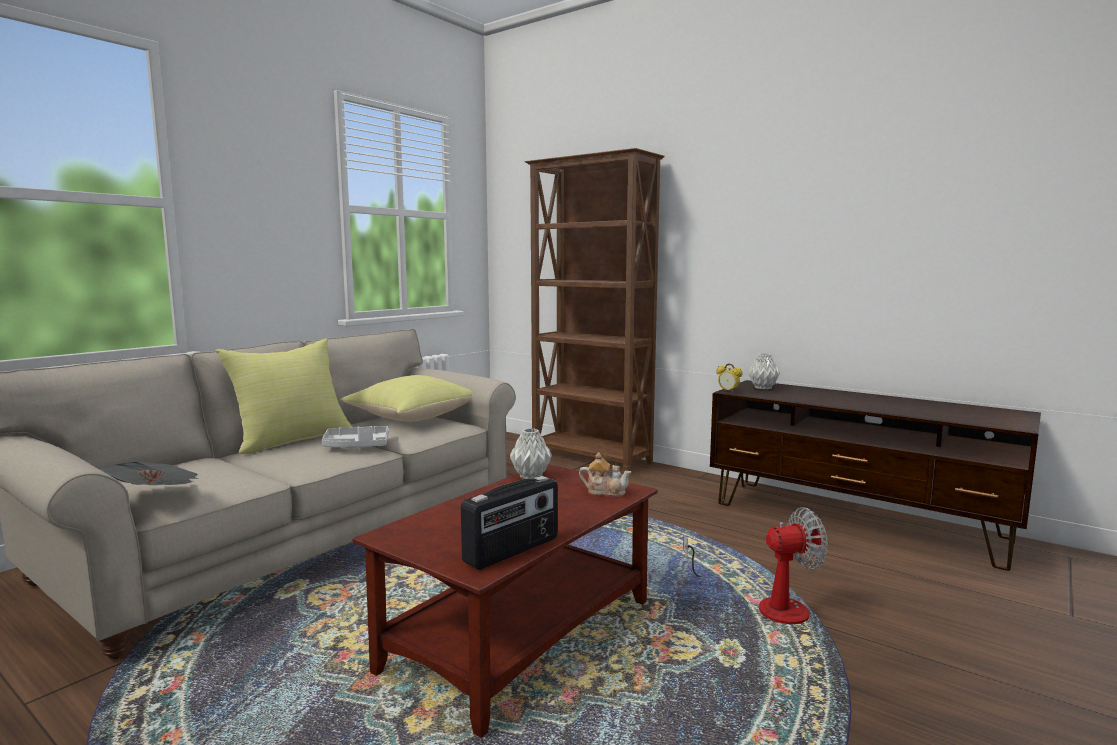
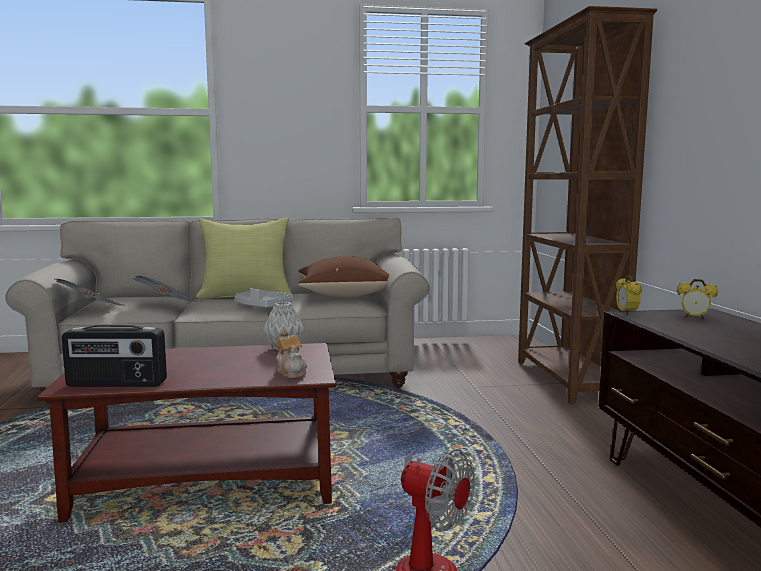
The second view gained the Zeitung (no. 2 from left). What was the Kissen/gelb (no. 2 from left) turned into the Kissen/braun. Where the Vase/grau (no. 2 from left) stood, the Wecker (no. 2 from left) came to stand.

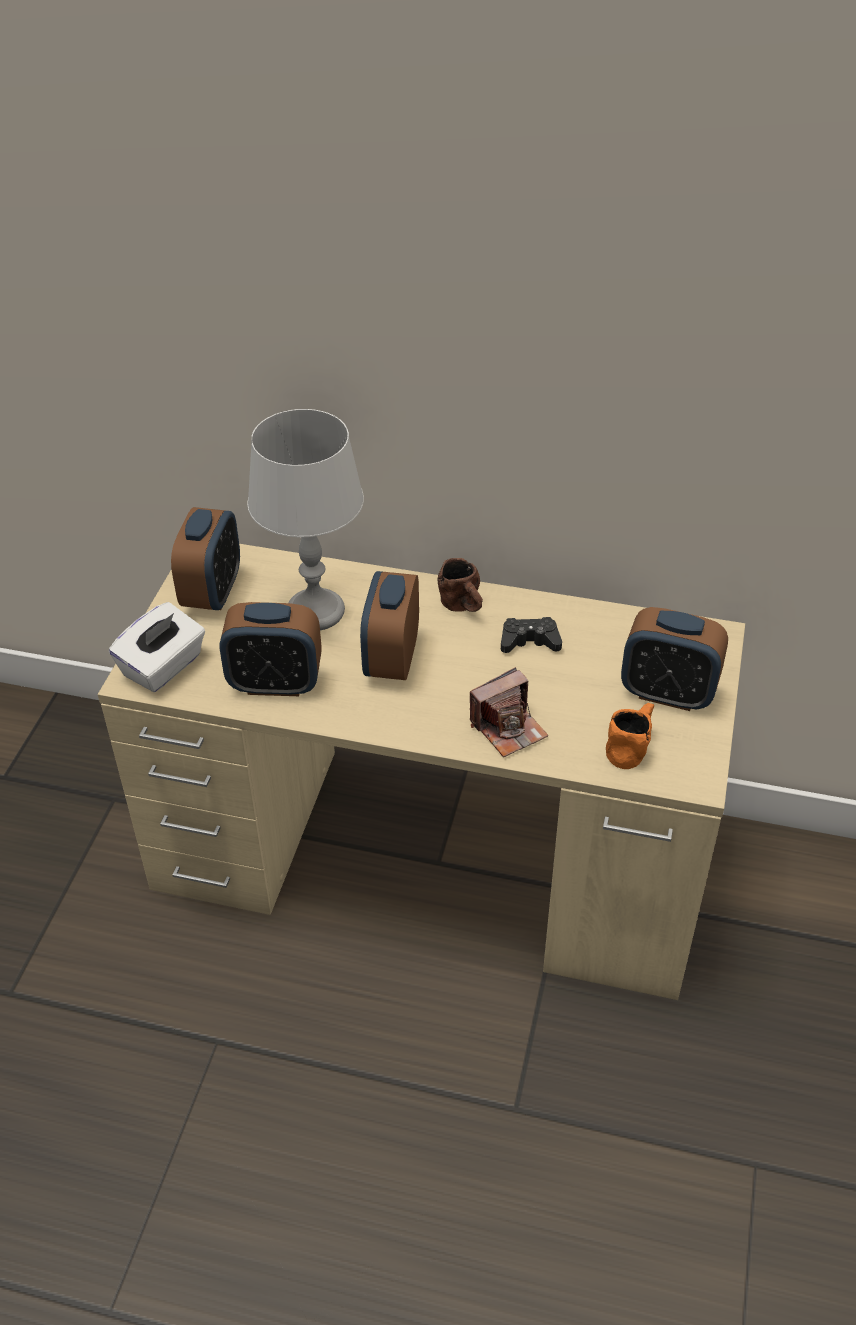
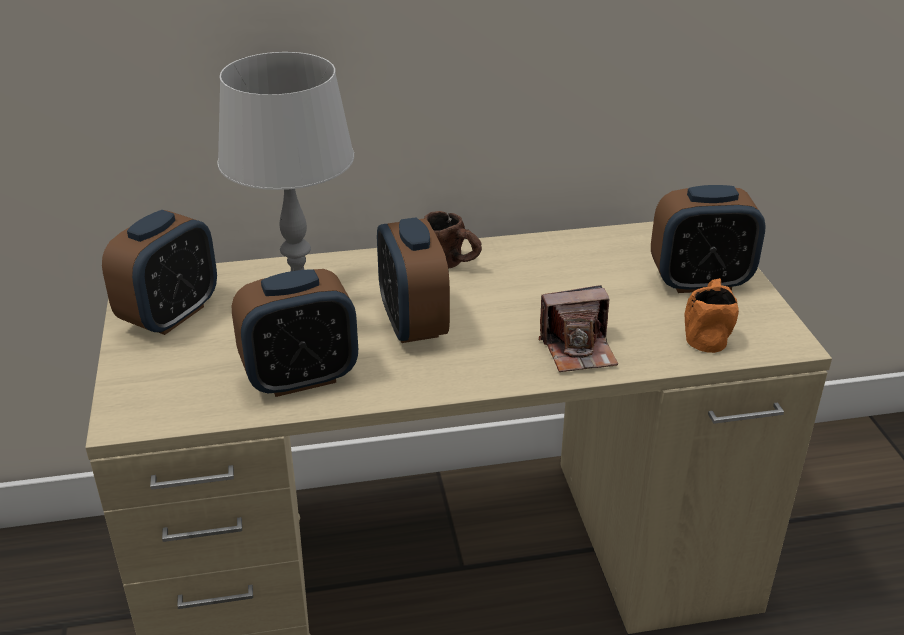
The Wecker (no. 1 from left) ended up facing another way, 45 degrees clockwise from before. The Kamera ended up facing another way, 45 degrees clockwise from before. The second view lost the Taschentuchbox/weiß. The second view lost the Gamepad/schwarz.

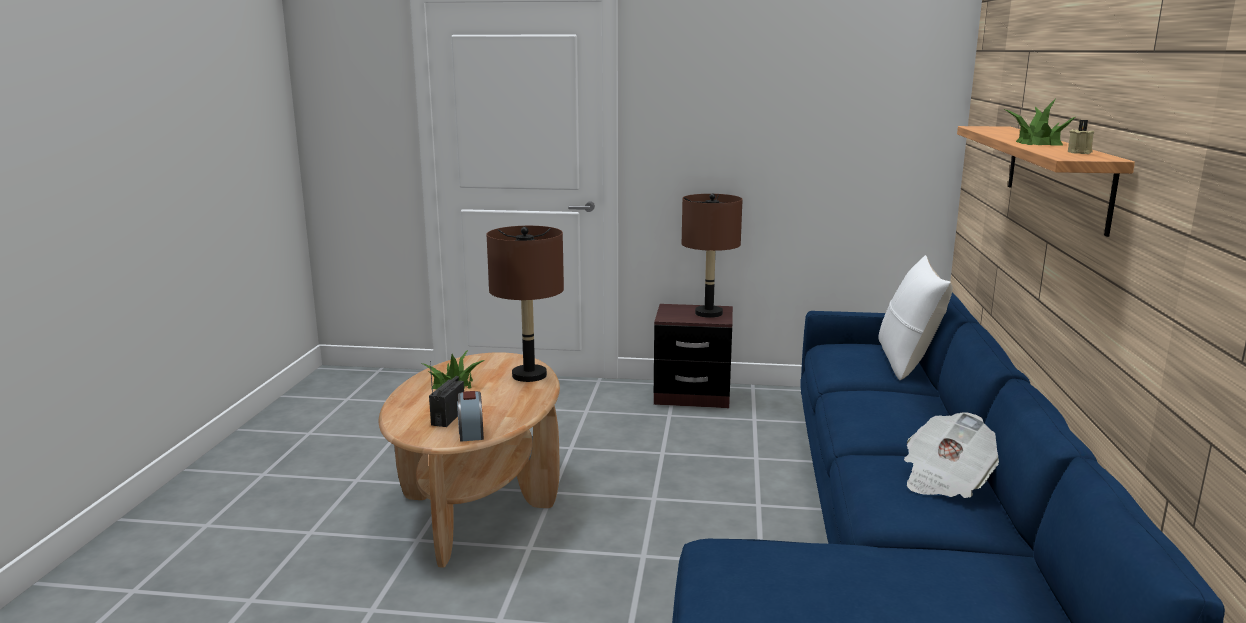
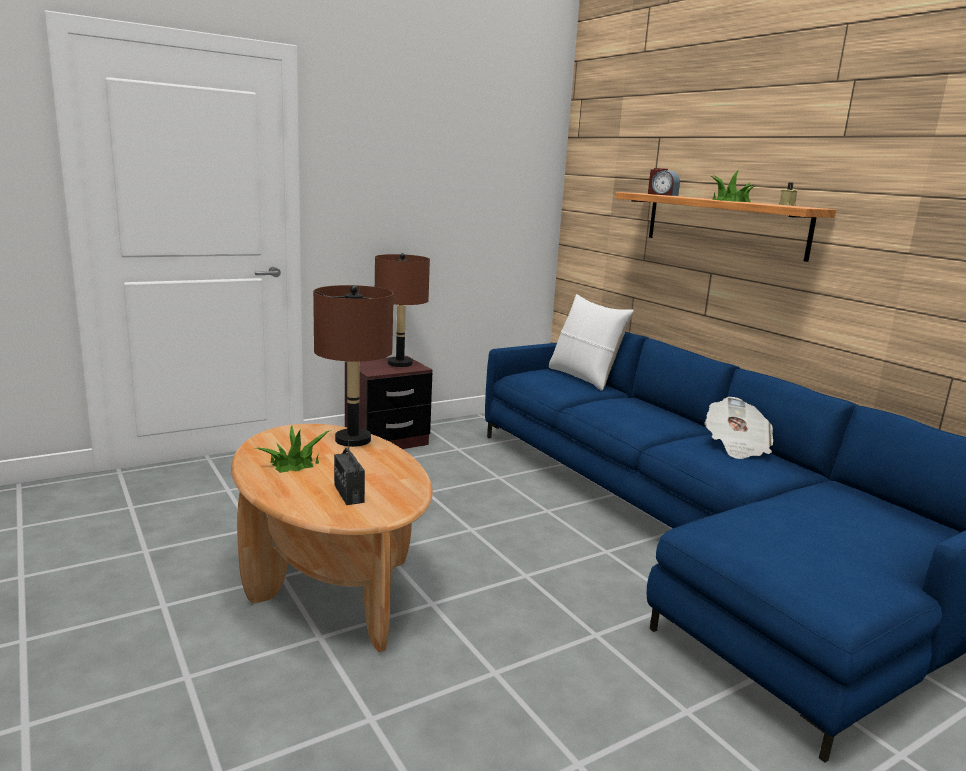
The Wecker ended up elsewhere.

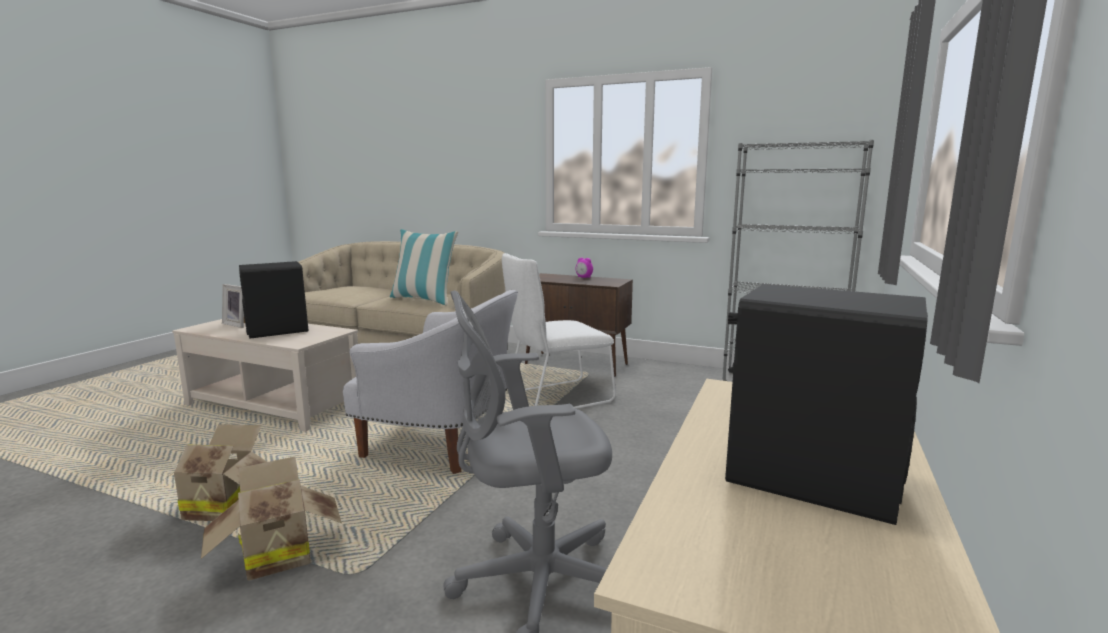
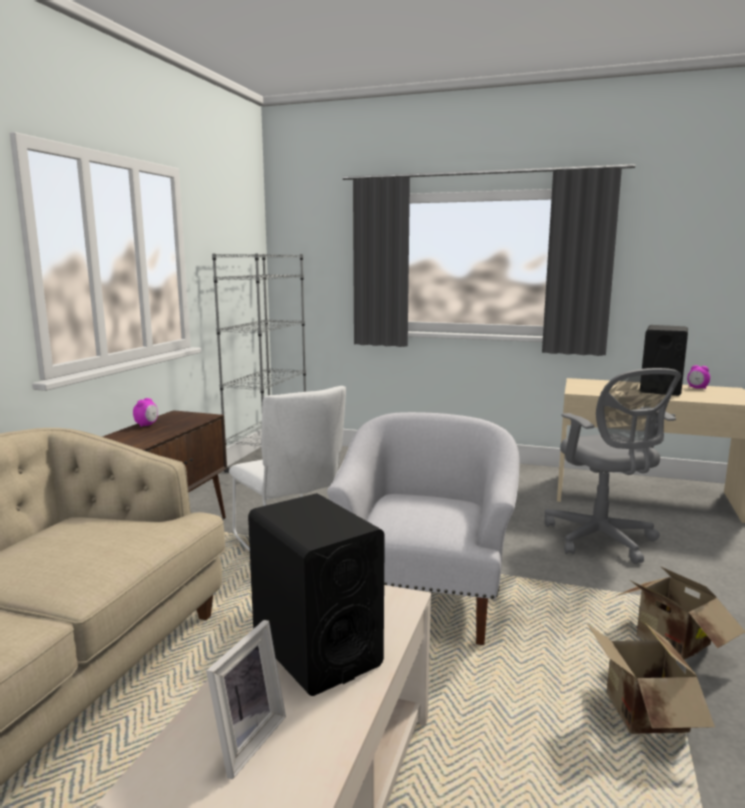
The second view gained the Wecker (no. 2 from left). The second view lost the Kissen.

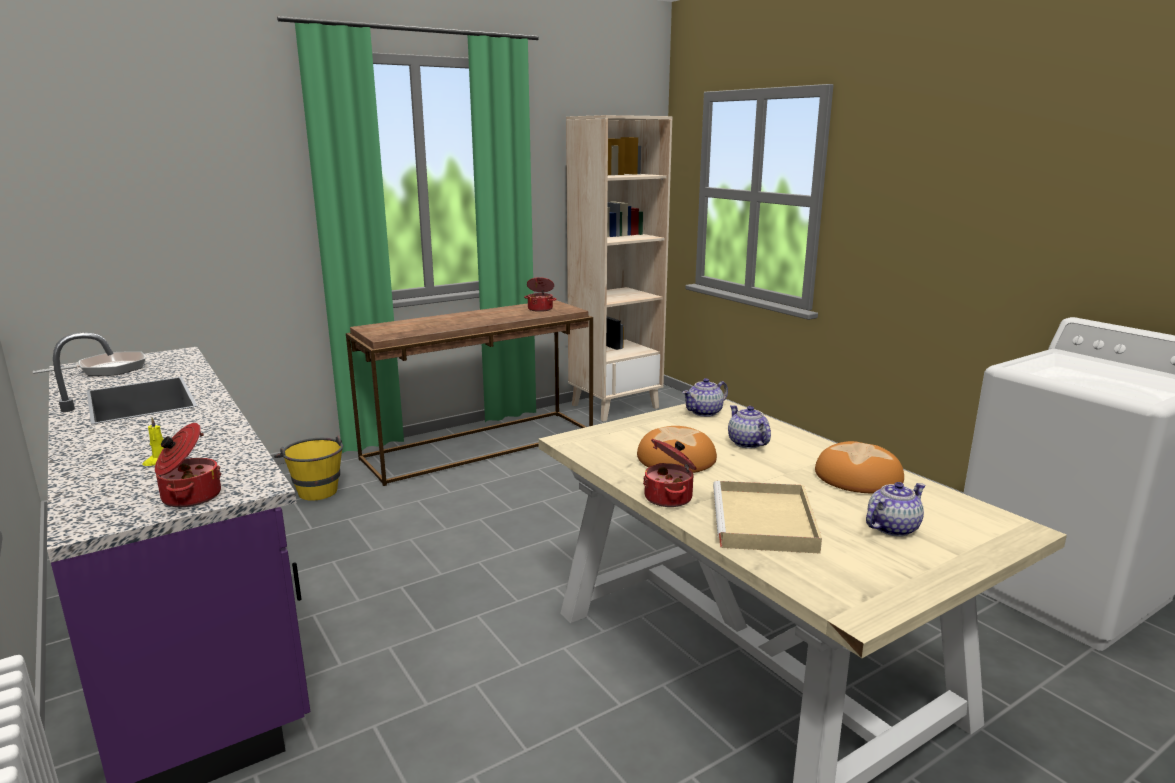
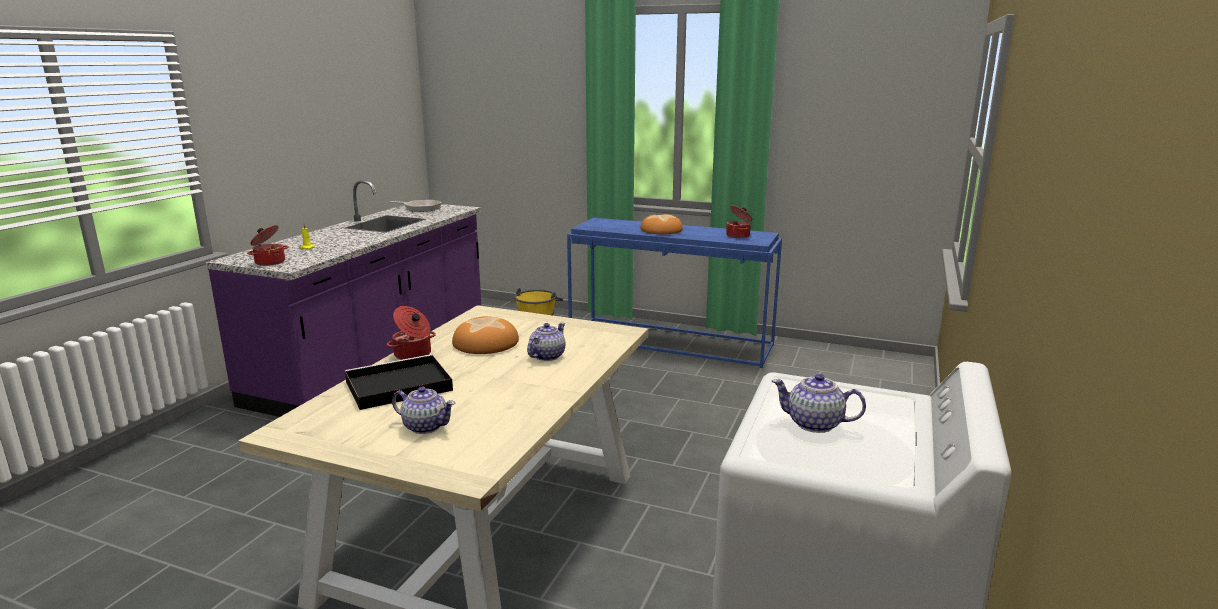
What was the Tablett/beige turned into the Tablett/schwarz. What was the Konsolentisch/braun turned into the Konsolentisch/blau. The Brot (no. 2 from left) ended up elsewhere. The Teekanne (no. 1 from left in the first image) ended up elsewhere. The second view lost the Bücherregal/beige.

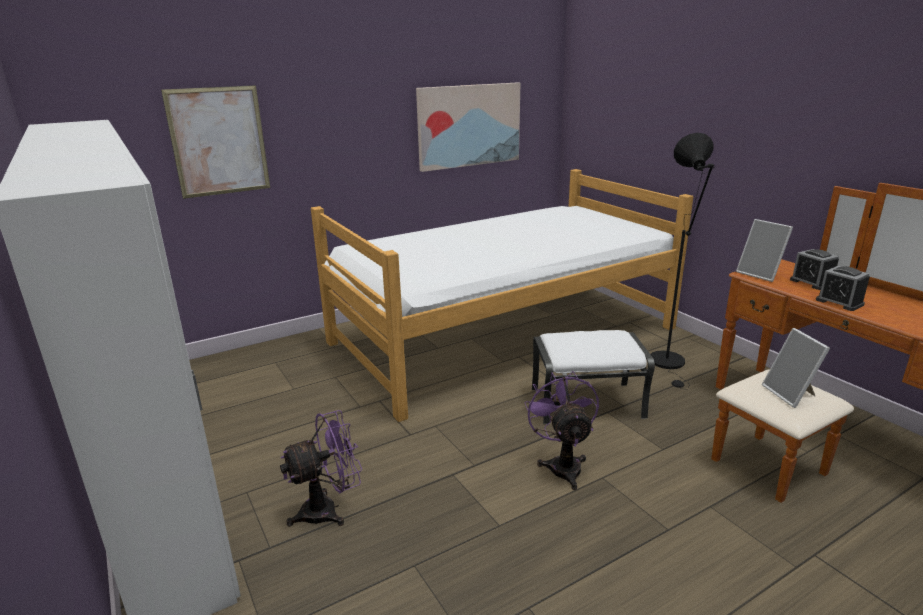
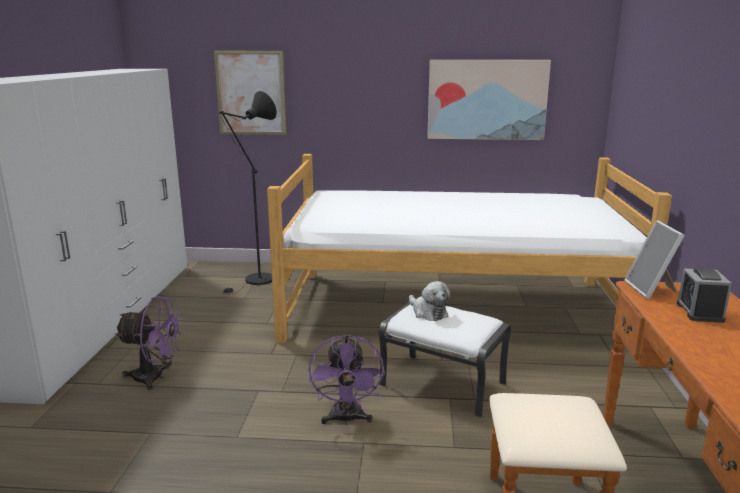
The Stehlampe/schwarz ended up elsewhere. The Ventilator/lila (no. 2 from left) ended up facing another way, 150 degrees clockwise from before. The second view gained the Plüschtier. The second view lost the Bilderrahmen (no. 2 from left). The second view lost the Wecker (no. 2 from left).

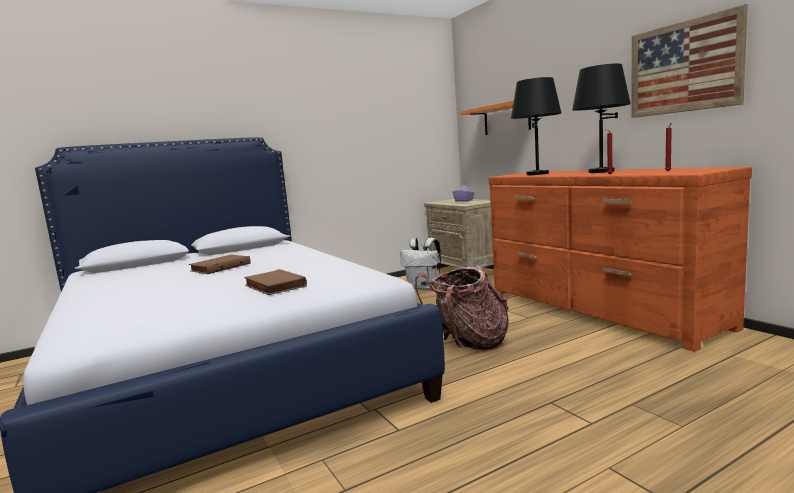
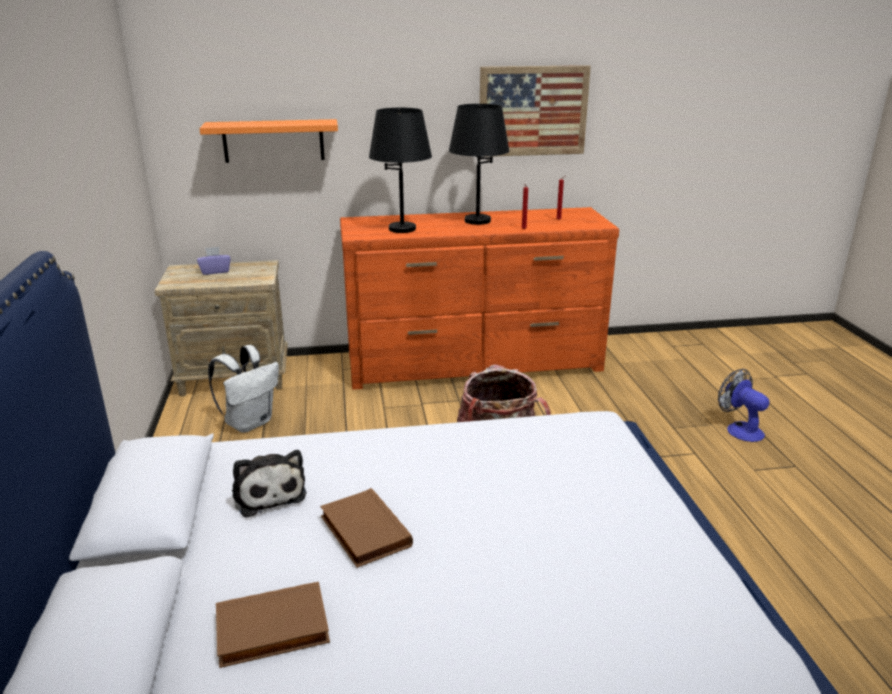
The Buch/braun (no. 2 from left in the first image) ended up elsewhere. The second view gained the Plüschtier. The second view gained the Ventilator.

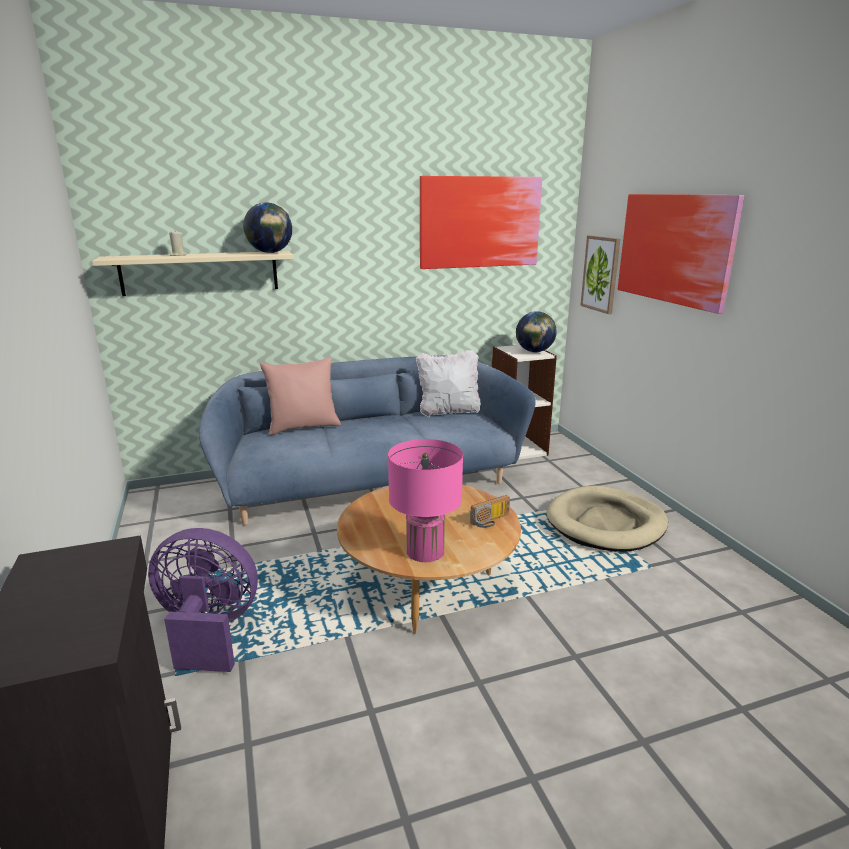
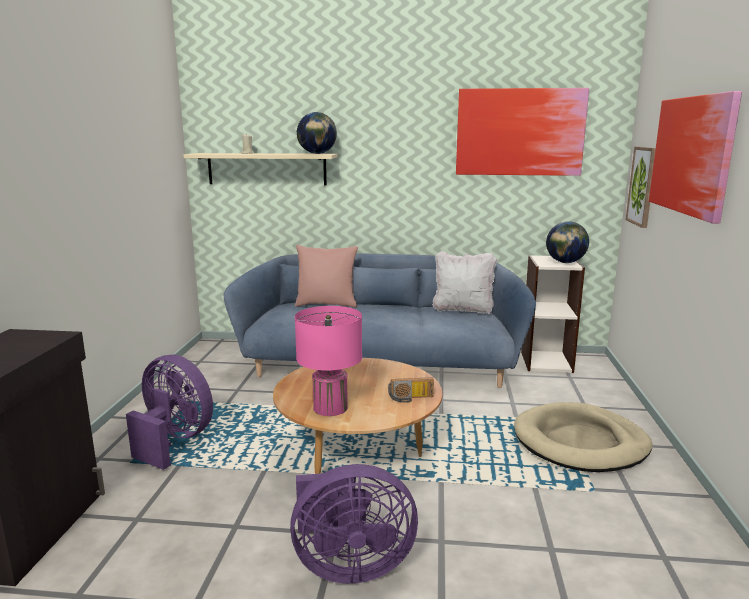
The second view gained the Ventilator/lila (no. 2 from left).

